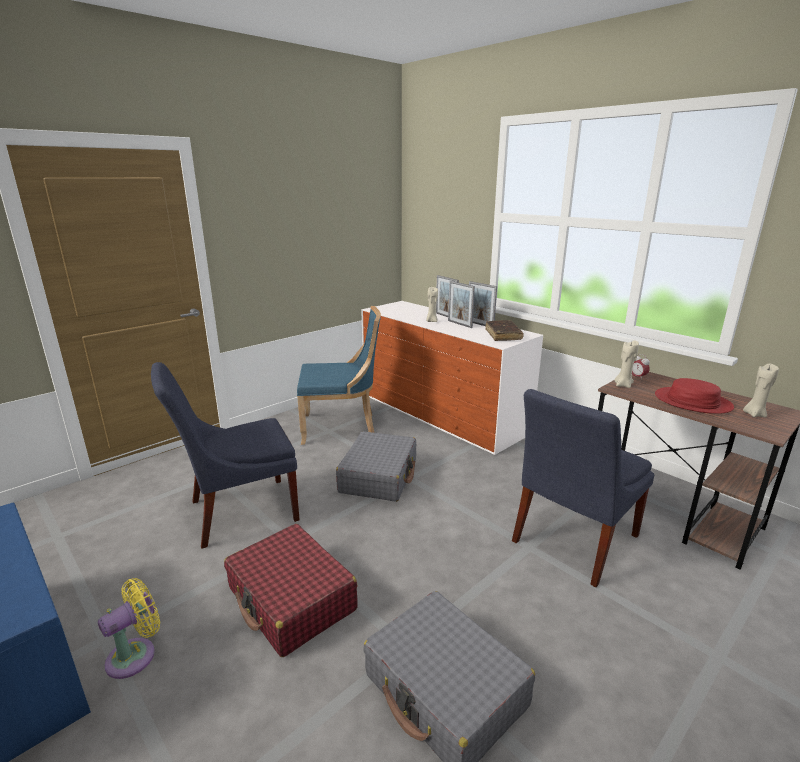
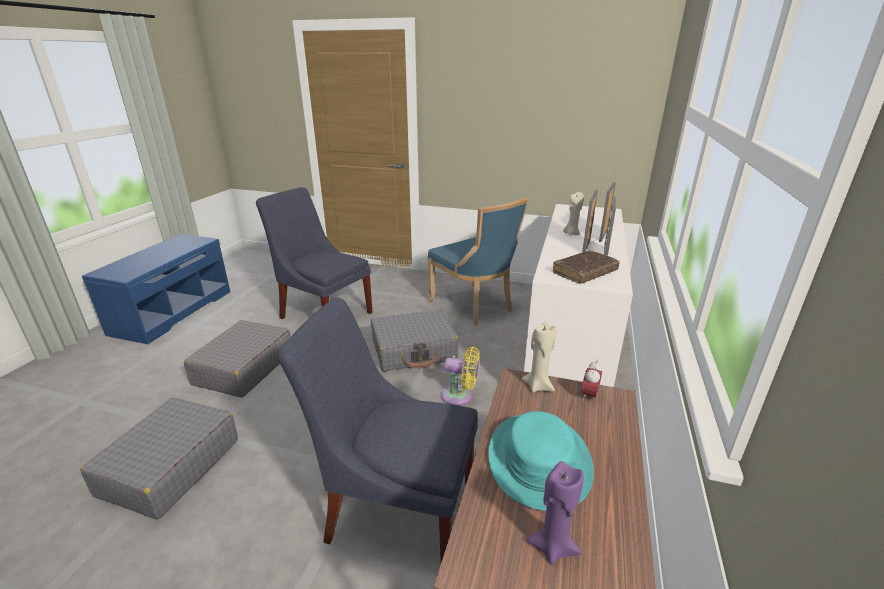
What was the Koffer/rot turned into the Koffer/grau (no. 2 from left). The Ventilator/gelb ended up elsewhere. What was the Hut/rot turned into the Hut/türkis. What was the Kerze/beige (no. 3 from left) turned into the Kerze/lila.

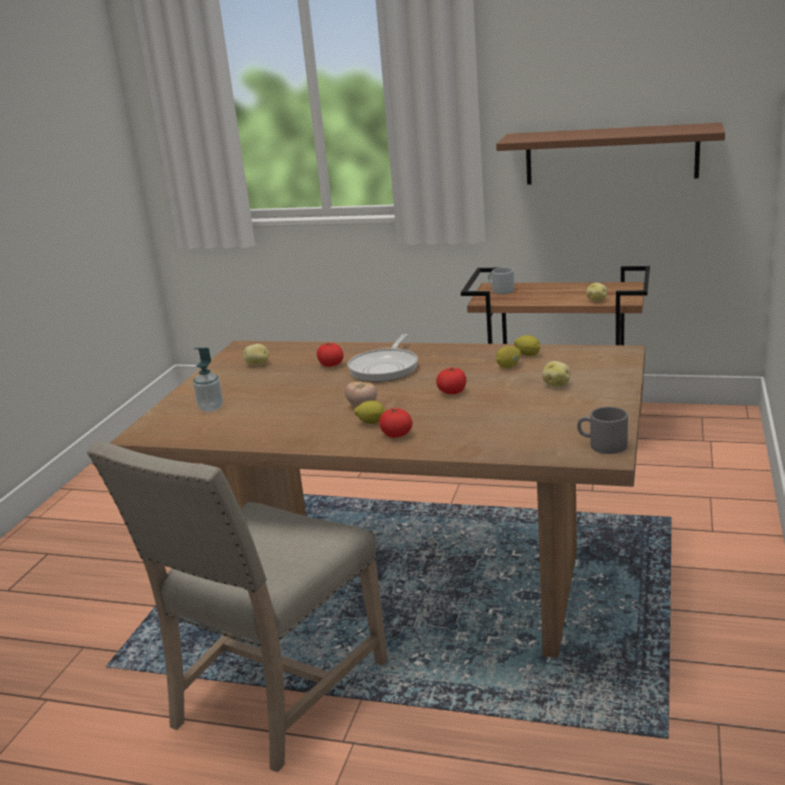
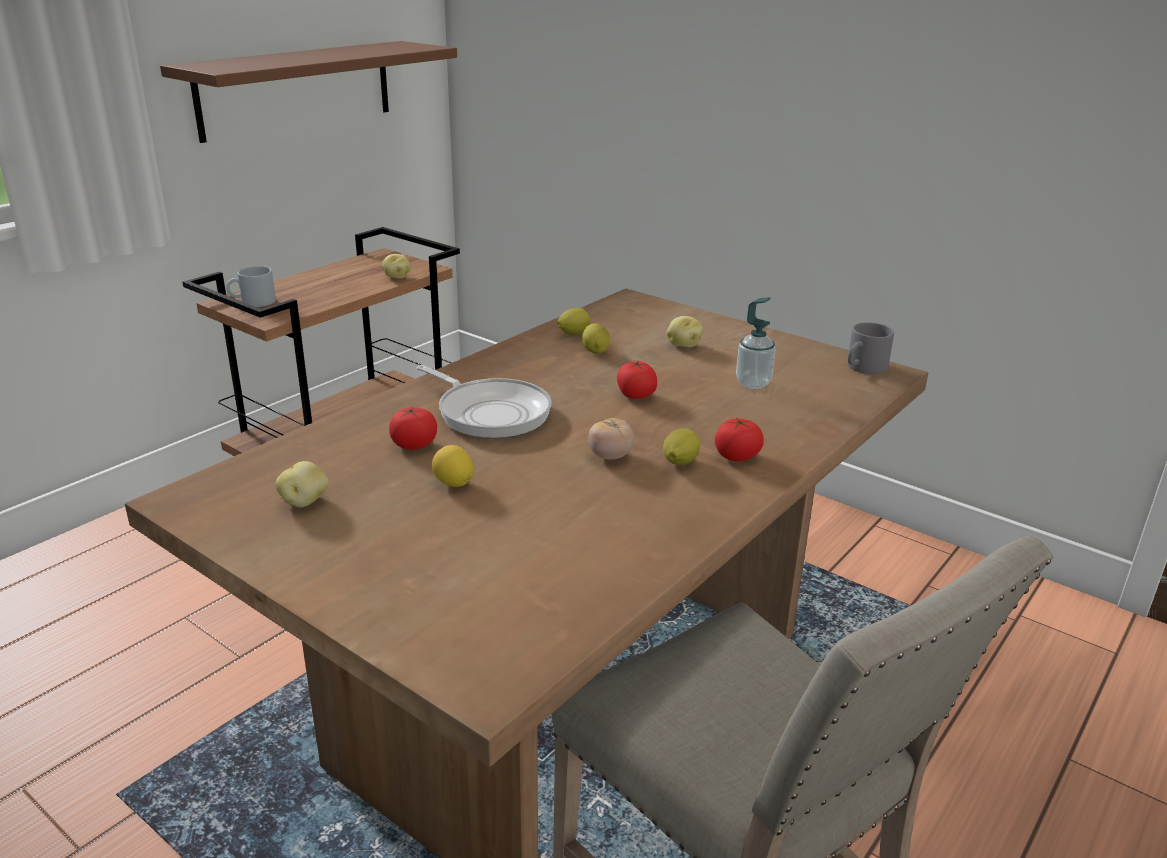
The second view gained the Zitrone (no. 1 from left). The Seifenspender ended up elsewhere.

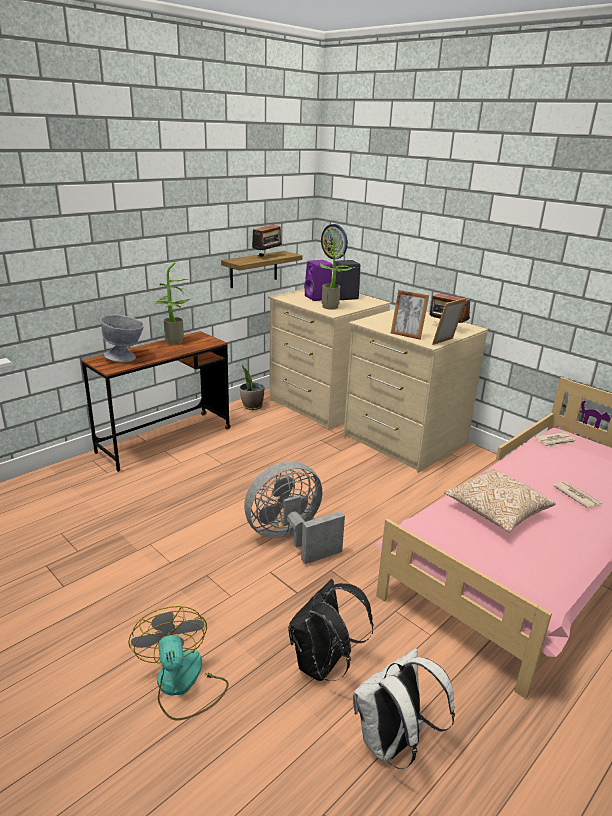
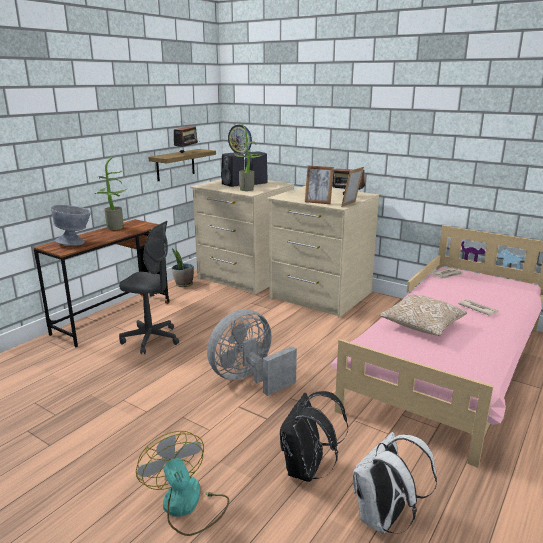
The second view gained the Bürostuhl/grau. What was the Lautsprecher/lila turned into the Lautsprecher/schwarz (no. 1 from left).

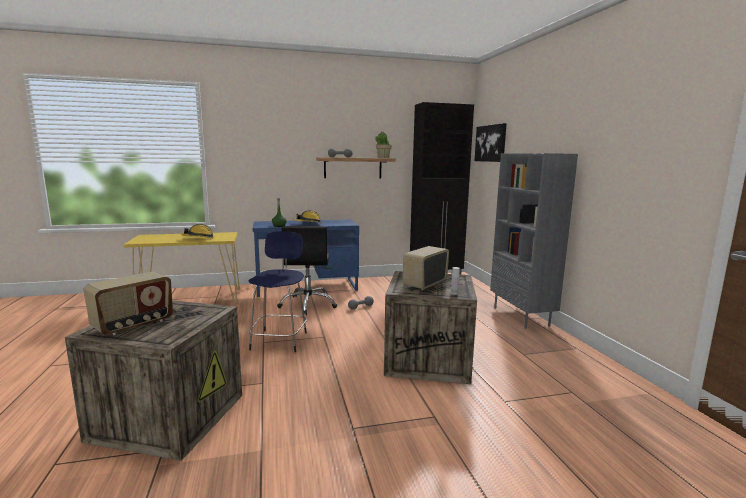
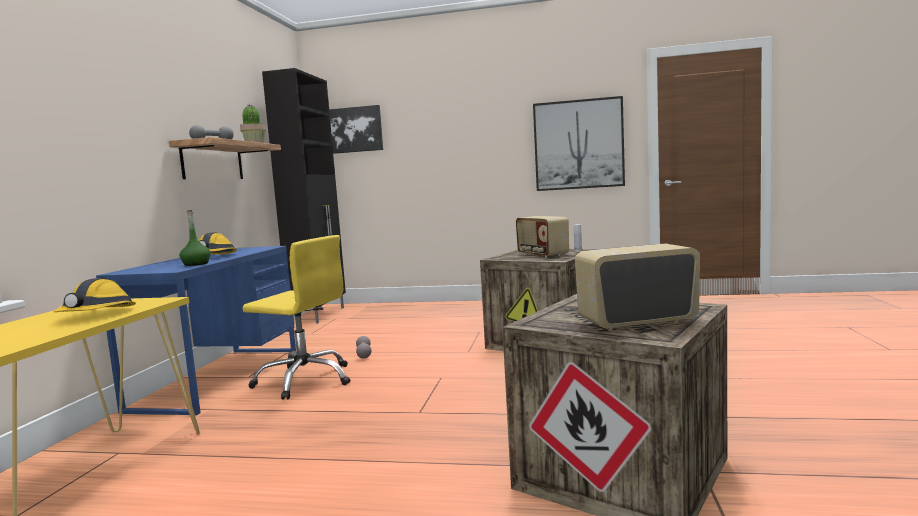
What was the Bürostuhl/schwarz turned into the Bürostuhl/gelb. The second view gained the Bild (no. 2 from left). The Radio (no. 1 from left in the first image) ended up facing another way, 75 degrees counterclockwise from before. The second view lost the Hocker/blau. The second view lost the Bücherregal/grau.

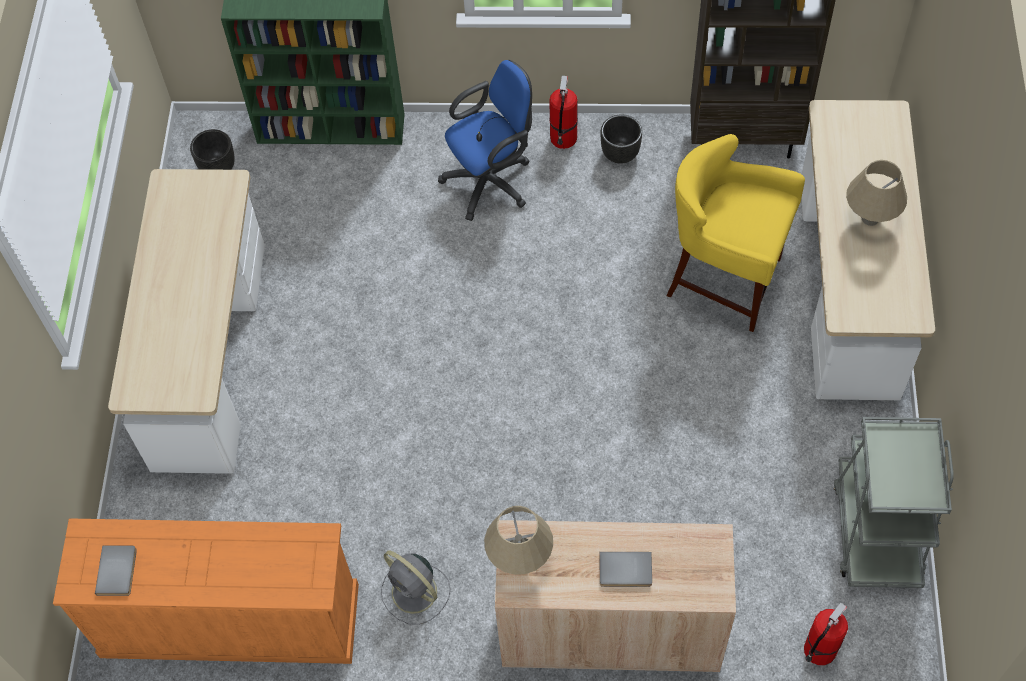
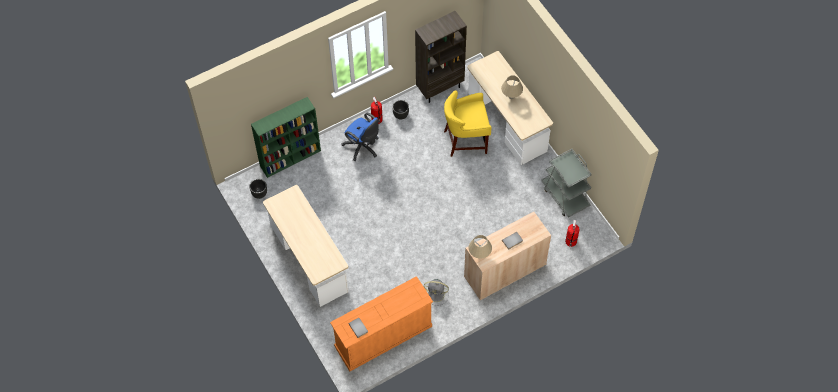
The Bürostuhl/blau ended up facing another way, 105 degrees clockwise from before.

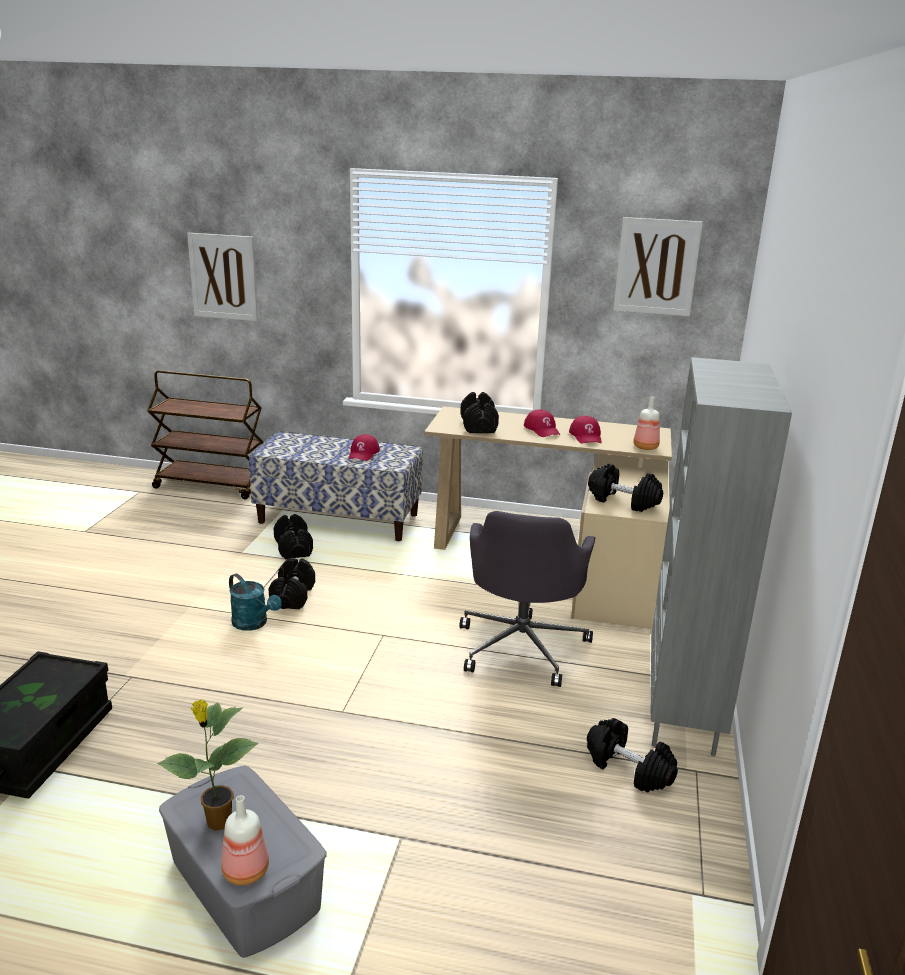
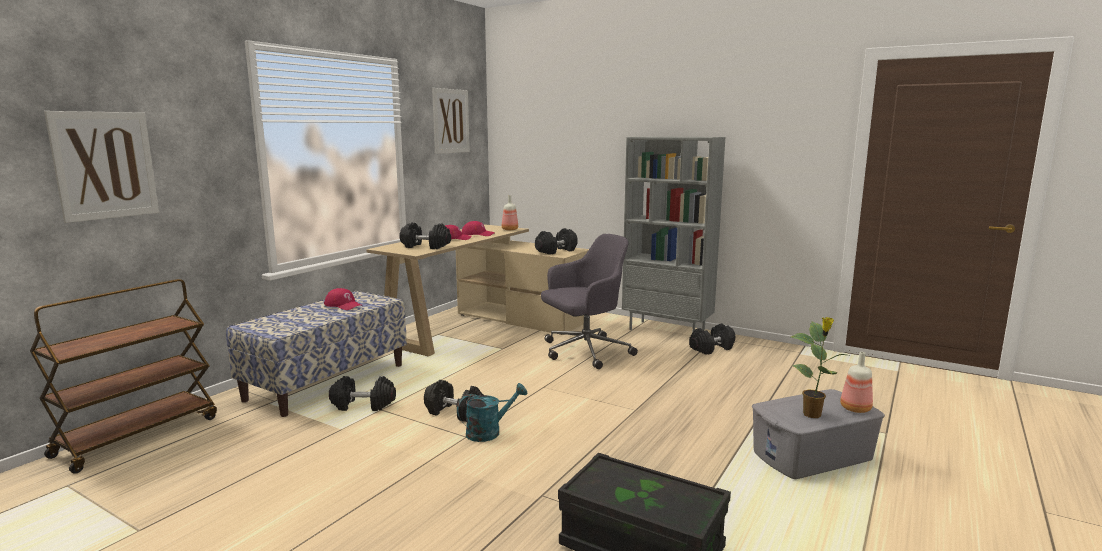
The Bürostuhl/grau ended up facing another way, 60 degrees counterclockwise from before.

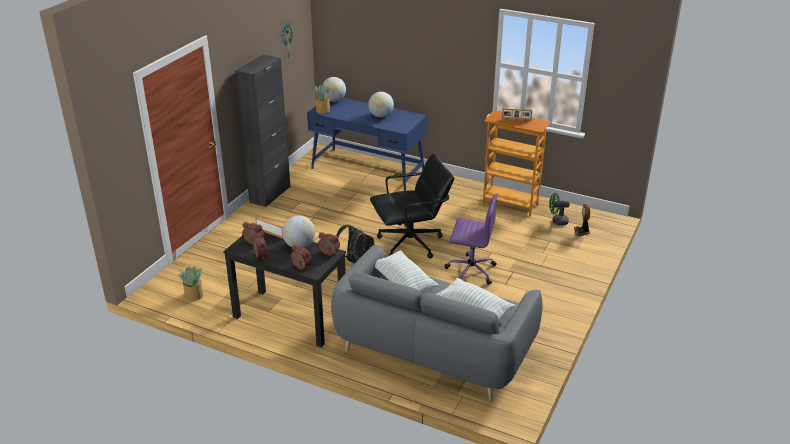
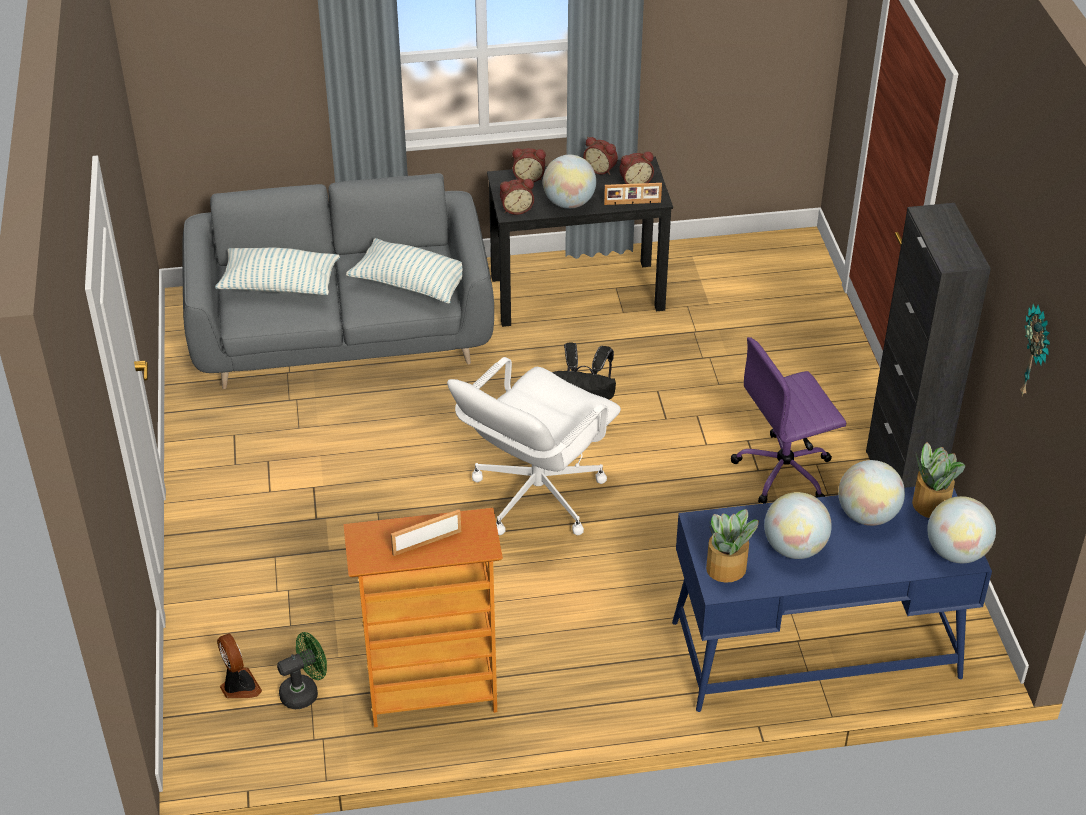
What was the Bürostuhl/schwarz turned into the Bürostuhl/weiß. The Topfpflanze (no. 1 from left) ended up elsewhere. The Bürostuhl/lila ended up elsewhere. The second view gained the Globus (no. 3 from left).

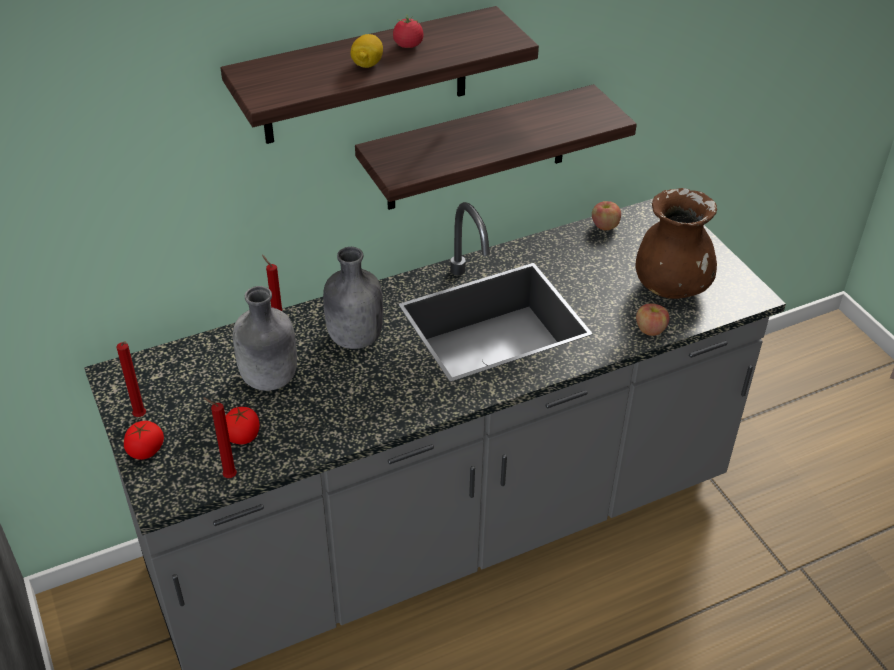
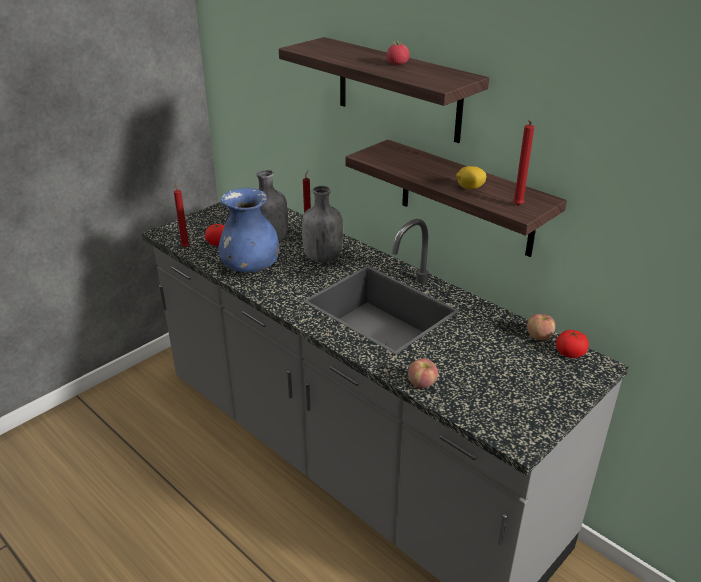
The second view gained the Vase/blau. The Zitrone ended up elsewhere. The Kerze/rot (no. 1 from left in the first image) ended up elsewhere. The Tomate (no. 1 from left in the first image) ended up elsewhere. The second view lost the Vase/braun.

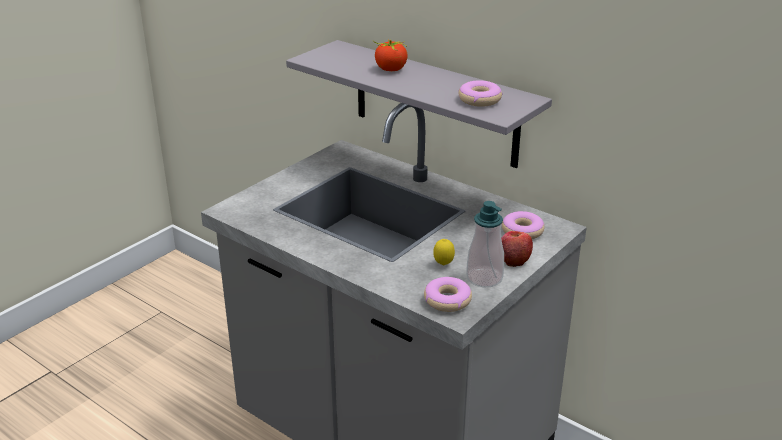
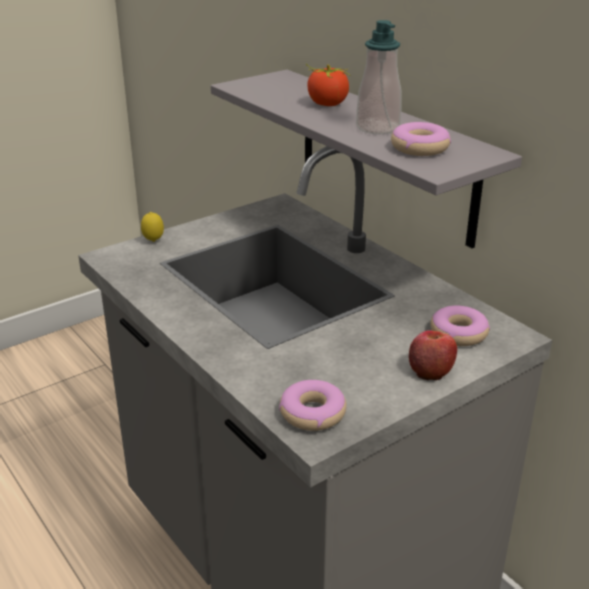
The Zitrone ended up elsewhere. The Seifenspender ended up elsewhere.

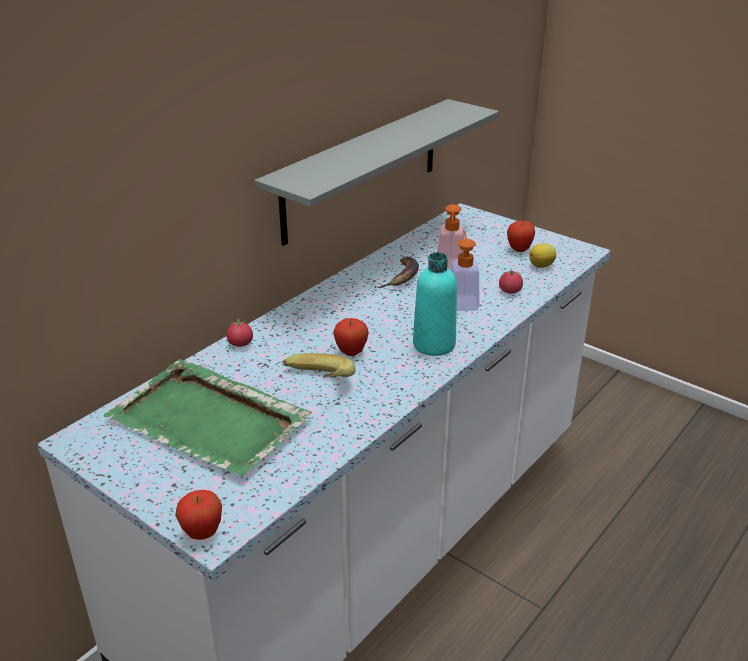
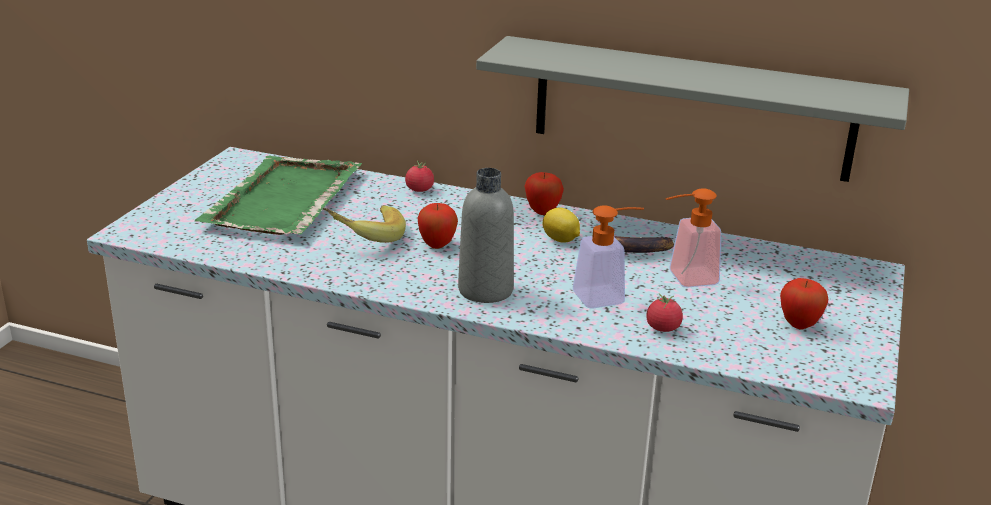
What was the Flasche/türkis turned into the Flasche/grau. The Apfel (no. 1 from left in the first image) ended up elsewhere. The Zitrone ended up elsewhere.

